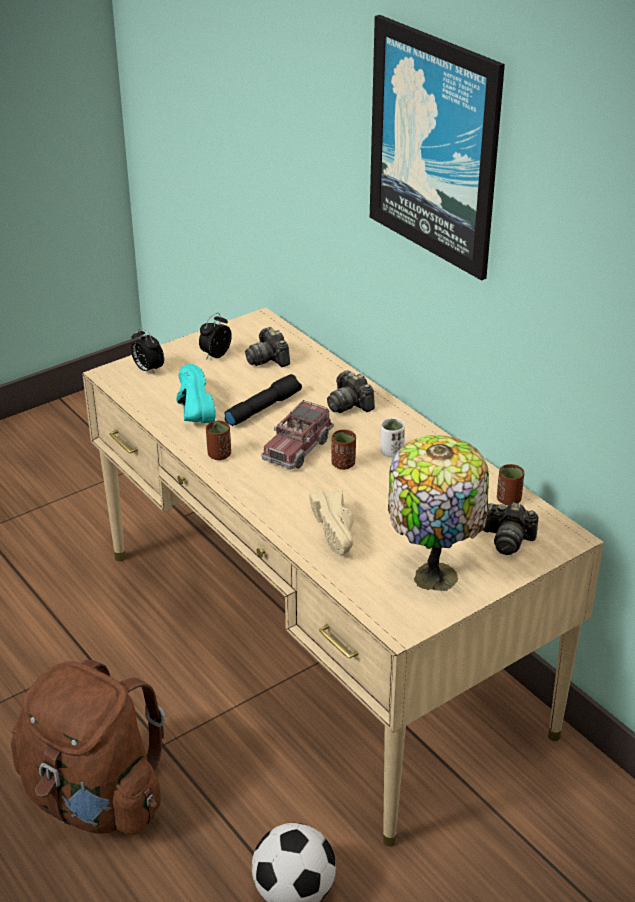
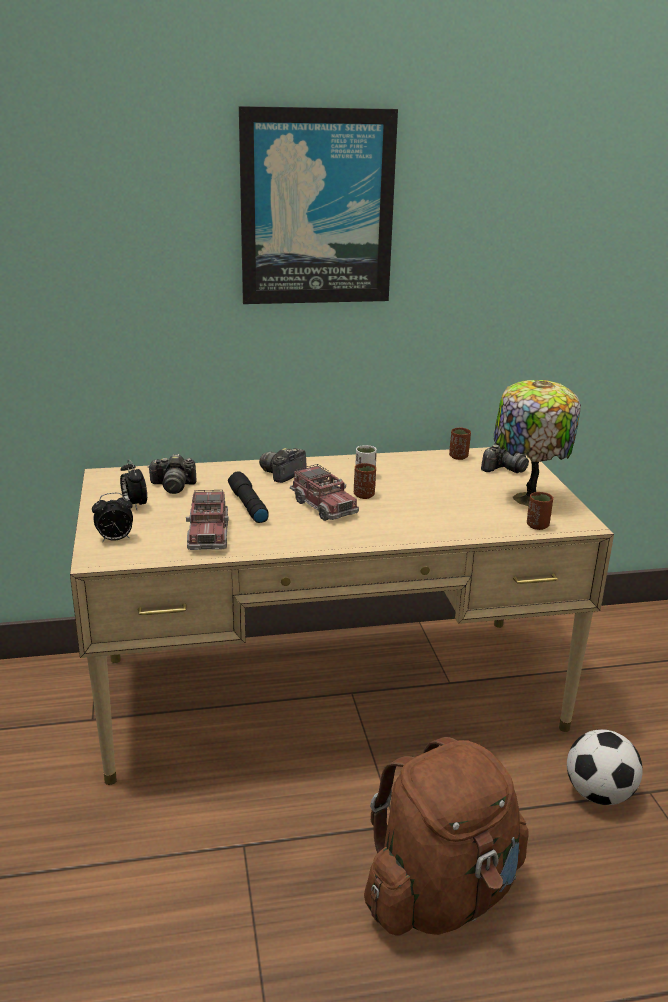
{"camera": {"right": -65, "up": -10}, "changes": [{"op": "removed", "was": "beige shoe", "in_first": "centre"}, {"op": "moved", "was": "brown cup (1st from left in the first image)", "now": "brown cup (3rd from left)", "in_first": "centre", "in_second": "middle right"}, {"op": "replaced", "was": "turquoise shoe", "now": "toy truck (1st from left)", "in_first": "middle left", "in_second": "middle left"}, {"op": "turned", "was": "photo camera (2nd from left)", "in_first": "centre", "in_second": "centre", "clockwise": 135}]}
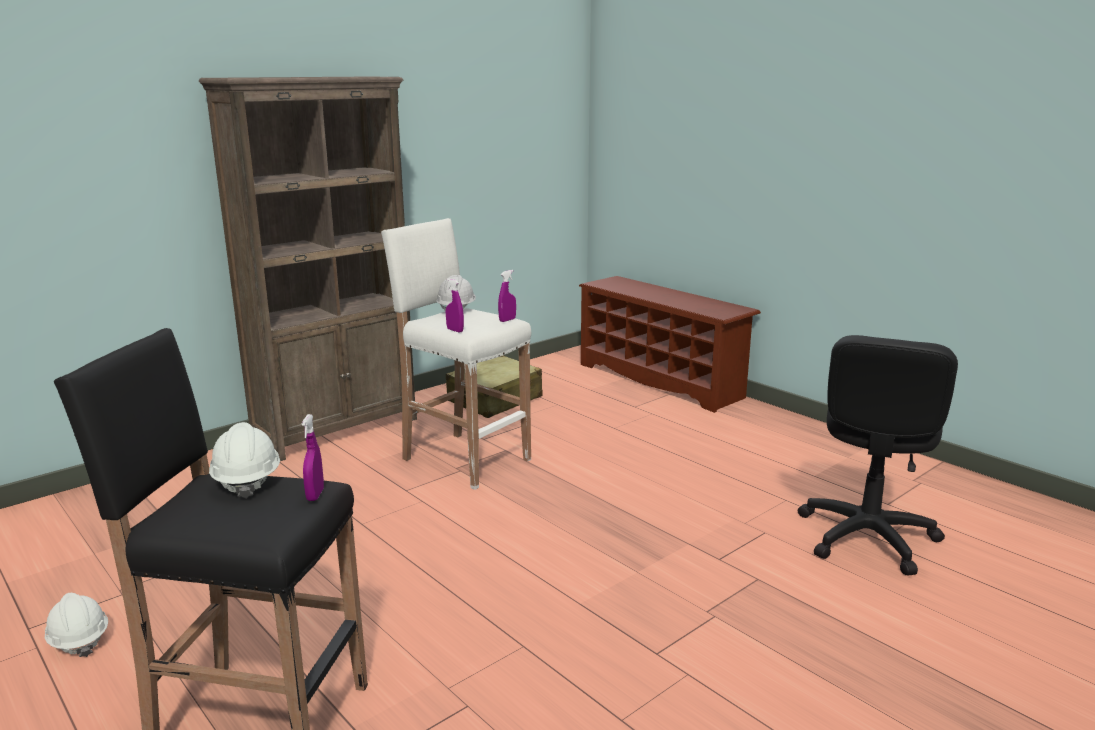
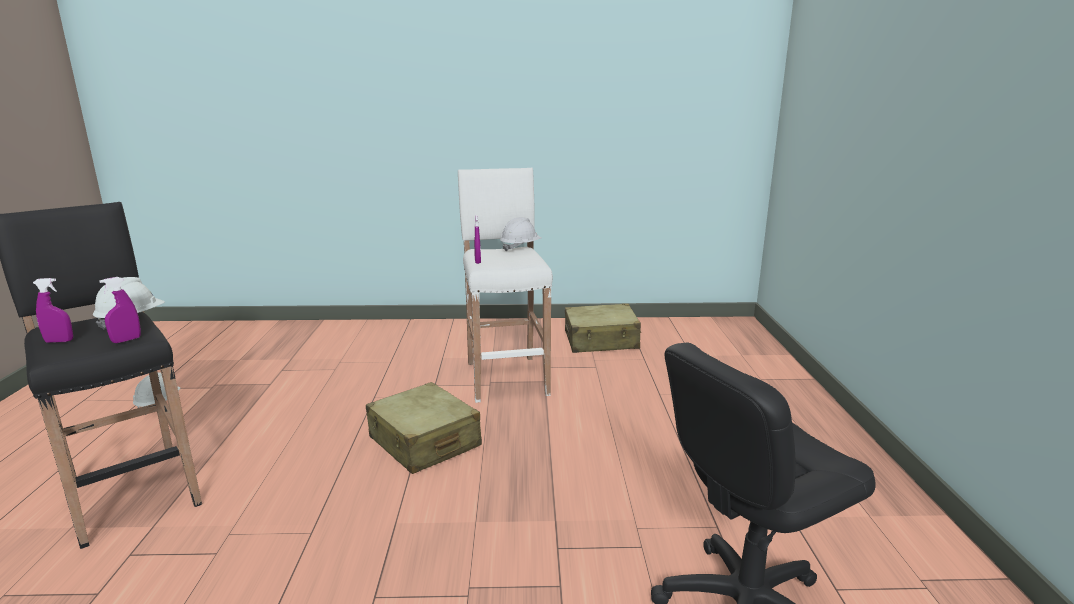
{"camera": {"right": 40, "up": 0}, "changes": [{"op": "removed", "was": "brown bookcase", "in_first": "middle left"}, {"op": "removed", "was": "brown shoe rack", "in_first": "centre"}, {"op": "added", "now": "beige suitcase (1st from left)", "in_second": "bottom centre"}, {"op": "moved", "was": "purple spray bottle (3rd from left in the first image)", "now": "purple spray bottle (1st from left)", "in_first": "centre", "in_second": "middle left"}]}
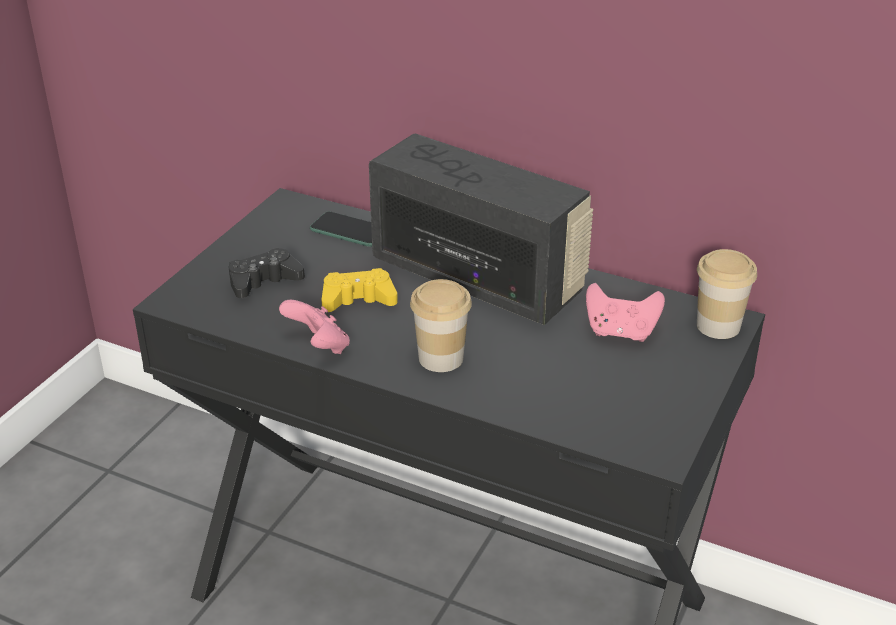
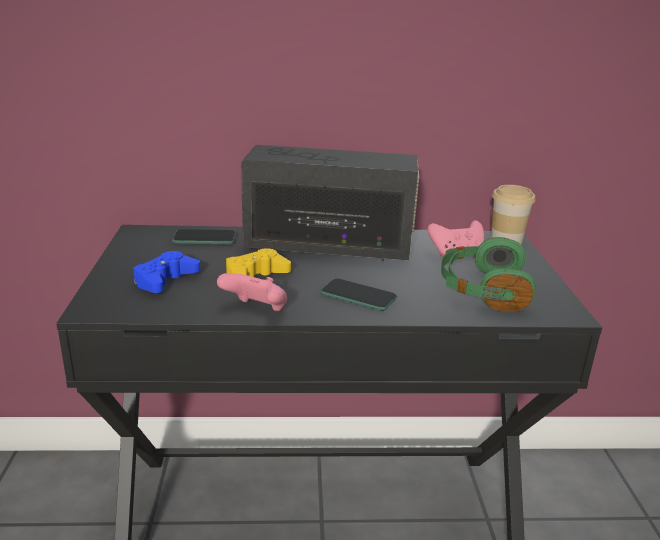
{"camera": {"right": -30, "up": -10}, "changes": [{"op": "added", "now": "green headphones", "in_second": "middle right"}, {"op": "replaced", "was": "cup (1st from left)", "now": "phone (2nd from left)", "in_first": "centre", "in_second": "centre"}, {"op": "recoloured", "was": "black game controller", "now": "blue game controller", "in_first": "middle left", "in_second": "middle left"}]}
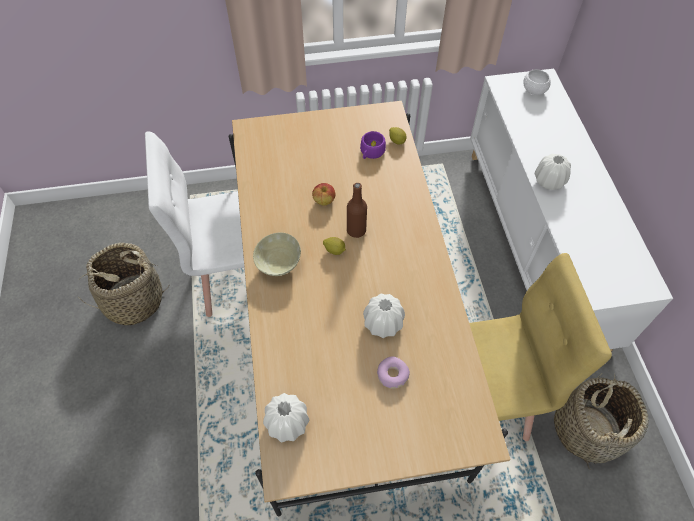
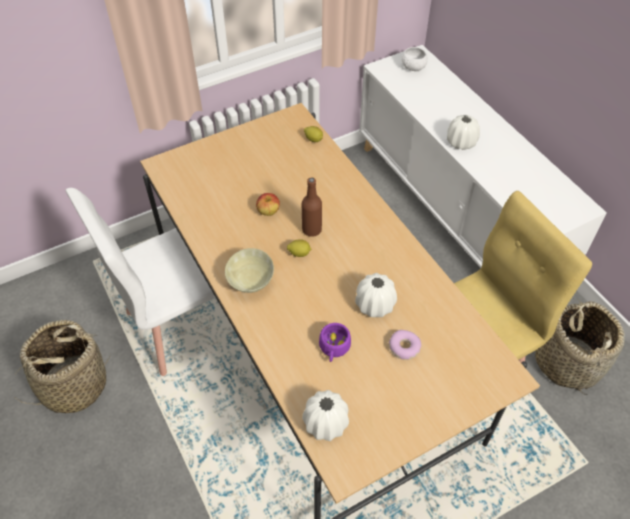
{"camera": {"right": -20, "up": -5}, "changes": [{"op": "moved", "was": "purple cup", "in_first": "top centre", "in_second": "centre"}]}
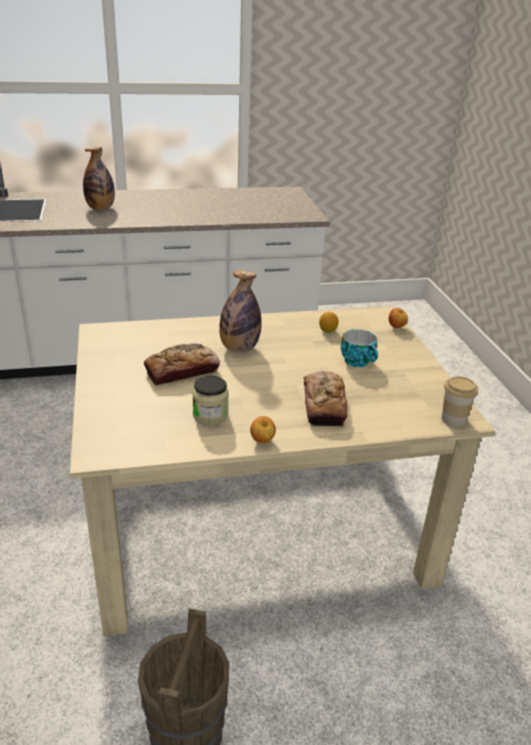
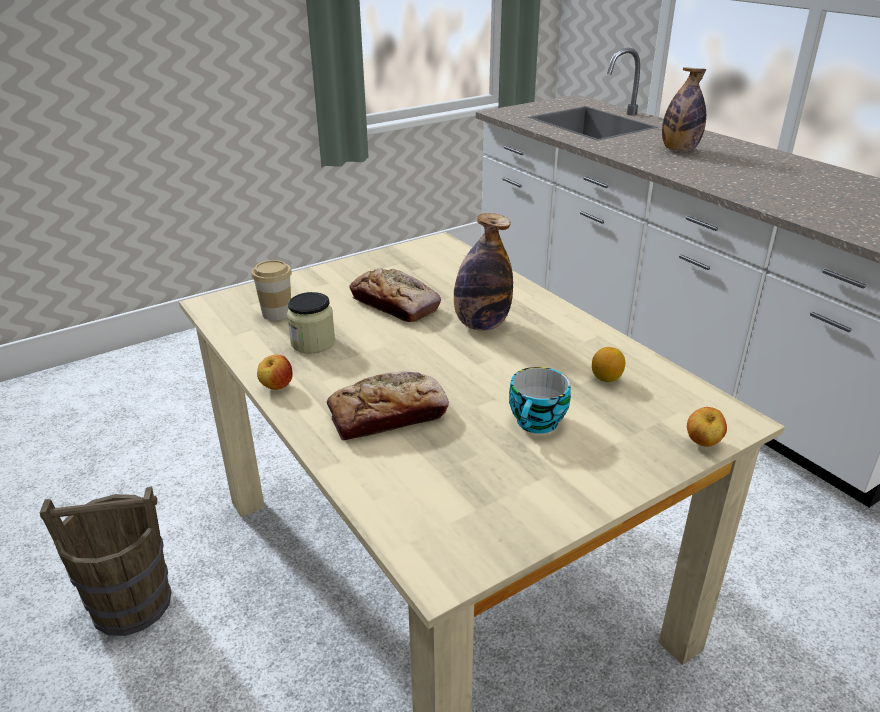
{"camera": {"right": 70, "up": 0}, "changes": [{"op": "moved", "was": "cup (2nd from left in the first image)", "now": "cup (1st from left)", "in_first": "middle right", "in_second": "middle left"}]}
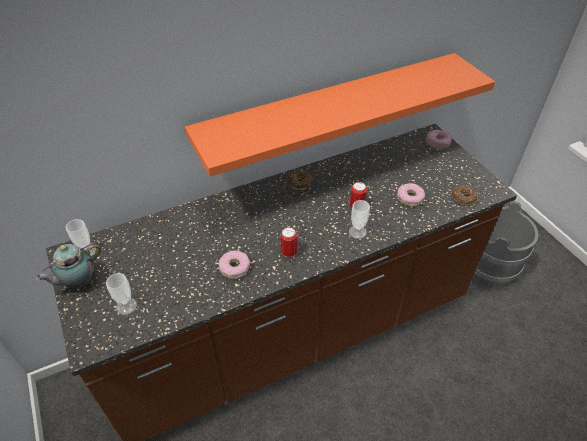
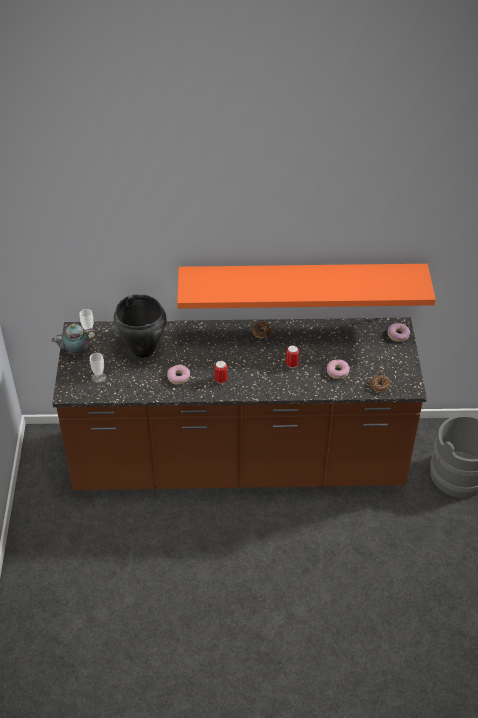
{"camera": {"right": 25, "up": 0}, "changes": [{"op": "removed", "was": "cup (3rd from left)", "in_first": "centre"}, {"op": "added", "now": "black cooking pot", "in_second": "middle left"}]}
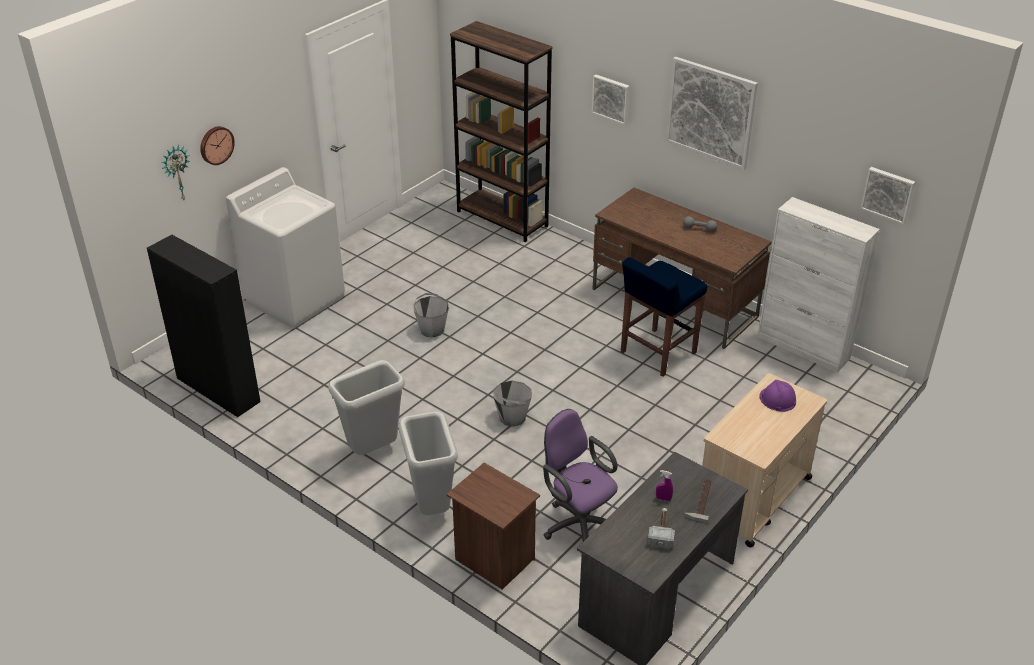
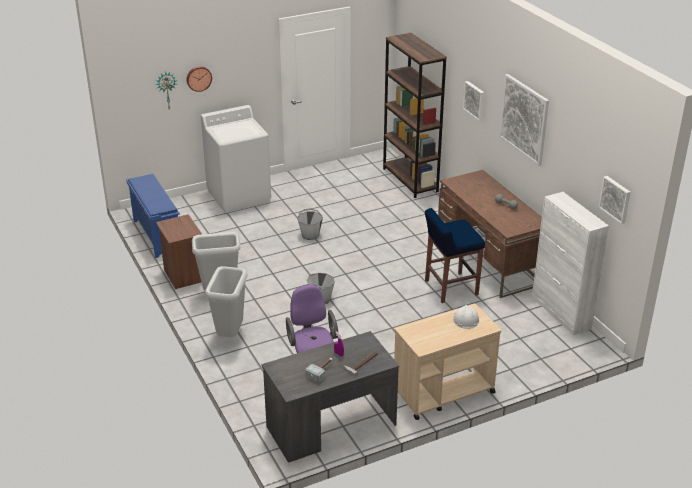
{"camera": {"right": 25, "up": -5}, "changes": [{"op": "moved", "was": "brown nightstand", "in_first": "bottom centre", "in_second": "middle left"}, {"op": "replaced", "was": "black cabinet", "now": "blue shoe rack", "in_first": "middle left", "in_second": "middle left"}, {"op": "recoloured", "was": "purple hard hat", "now": "white hard hat", "in_first": "middle right", "in_second": "middle right"}]}
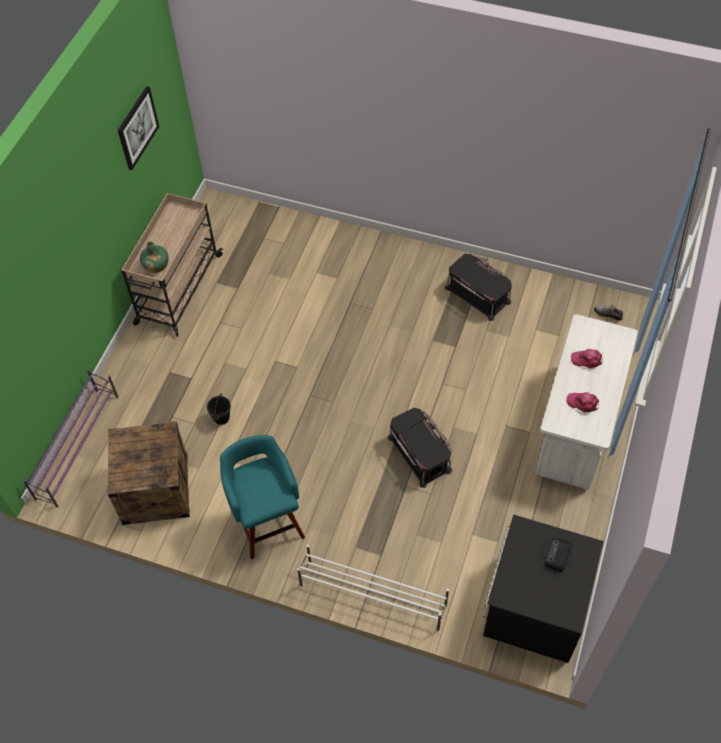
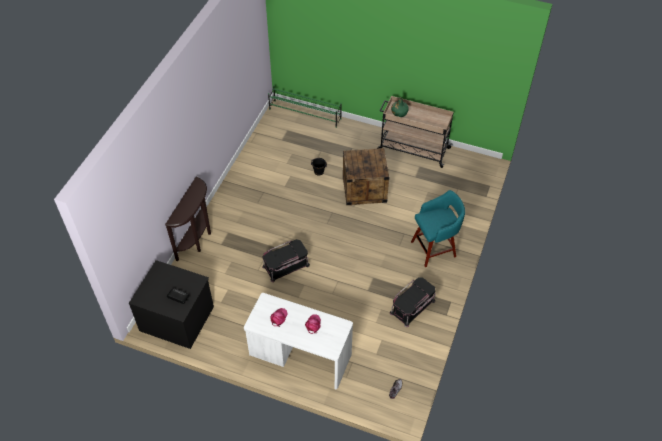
{"camera": {"right": 90, "up": -5}, "changes": [{"op": "removed", "was": "picture", "in_first": "top left"}, {"op": "moved", "was": "crate", "in_first": "middle left", "in_second": "centre"}, {"op": "moved", "was": "turquoise stool", "in_first": "bottom centre", "in_second": "centre"}, {"op": "replaced", "was": "white shoe rack", "now": "brown console table", "in_first": "bottom centre", "in_second": "middle left"}, {"op": "recoloured", "was": "purple shoe rack", "now": "green shoe rack", "in_first": "middle left", "in_second": "top centre"}]}
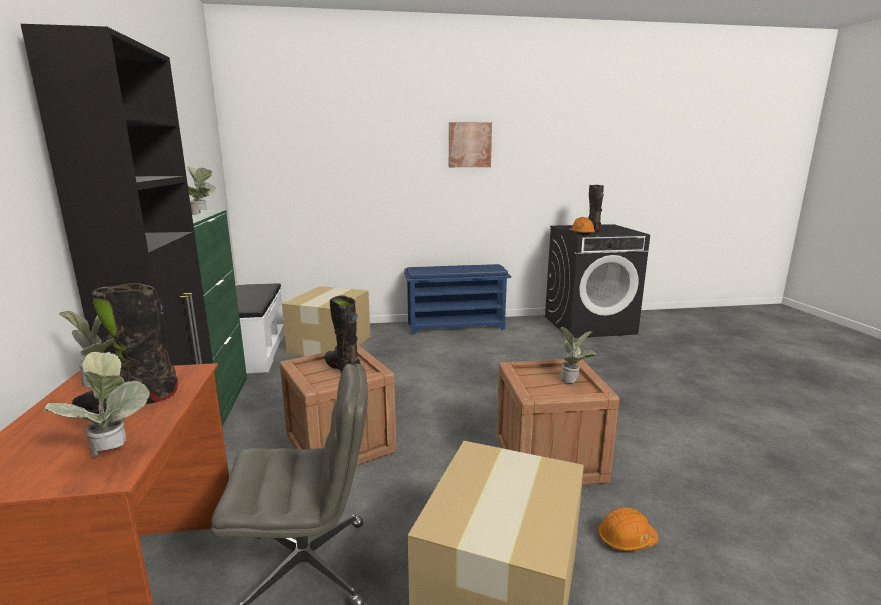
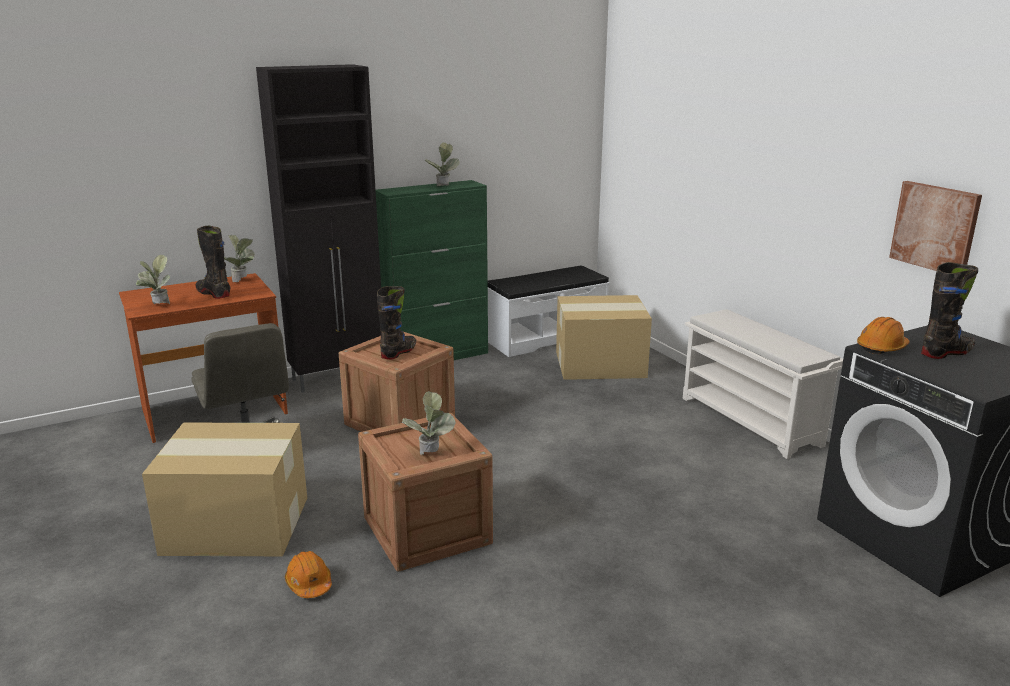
{"camera": {"right": 70, "up": 5}, "changes": [{"op": "moved", "was": "picture", "in_first": "top centre", "in_second": "top right"}, {"op": "recoloured", "was": "blue shoe rack", "now": "white shoe rack", "in_first": "centre", "in_second": "middle right"}]}
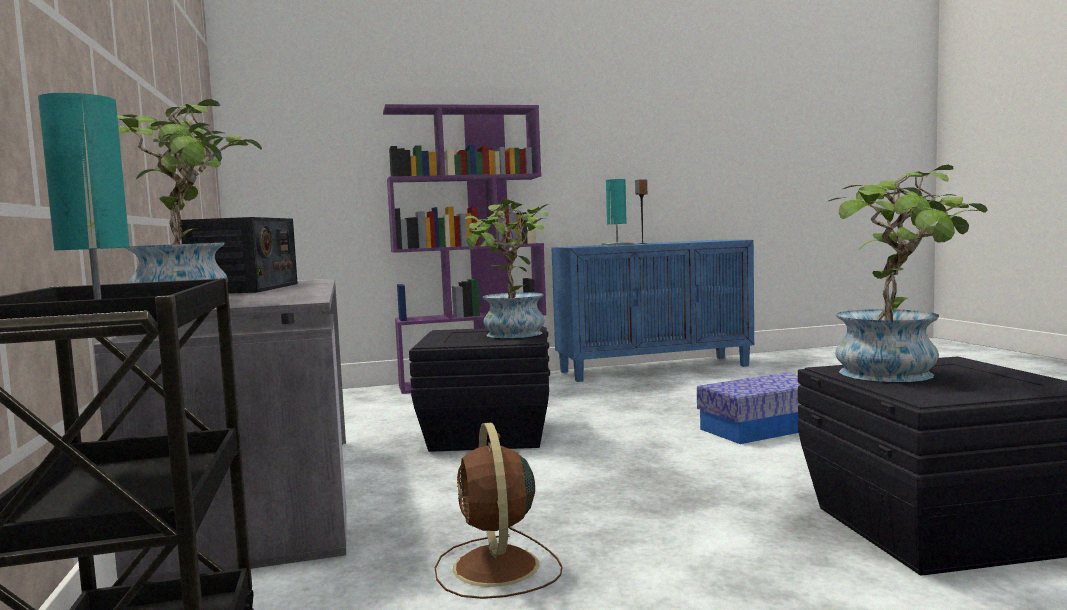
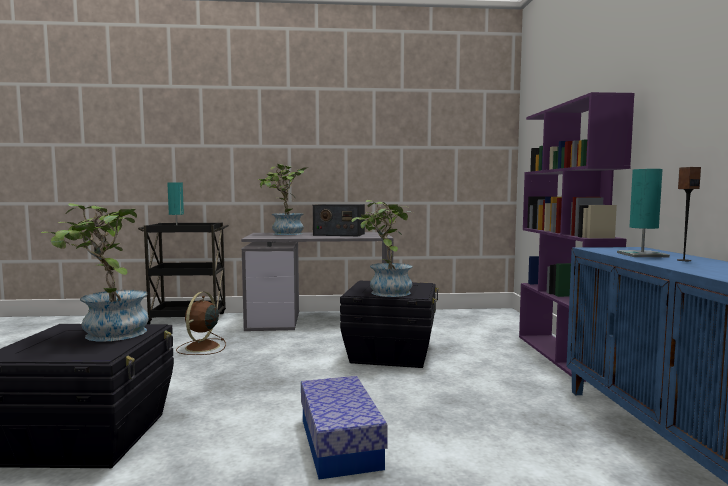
{"camera": {"right": 100, "up": 0}, "changes": [{"op": "turned", "was": "brown fan", "in_first": "bottom centre", "in_second": "middle left", "clockwise": -75}]}
